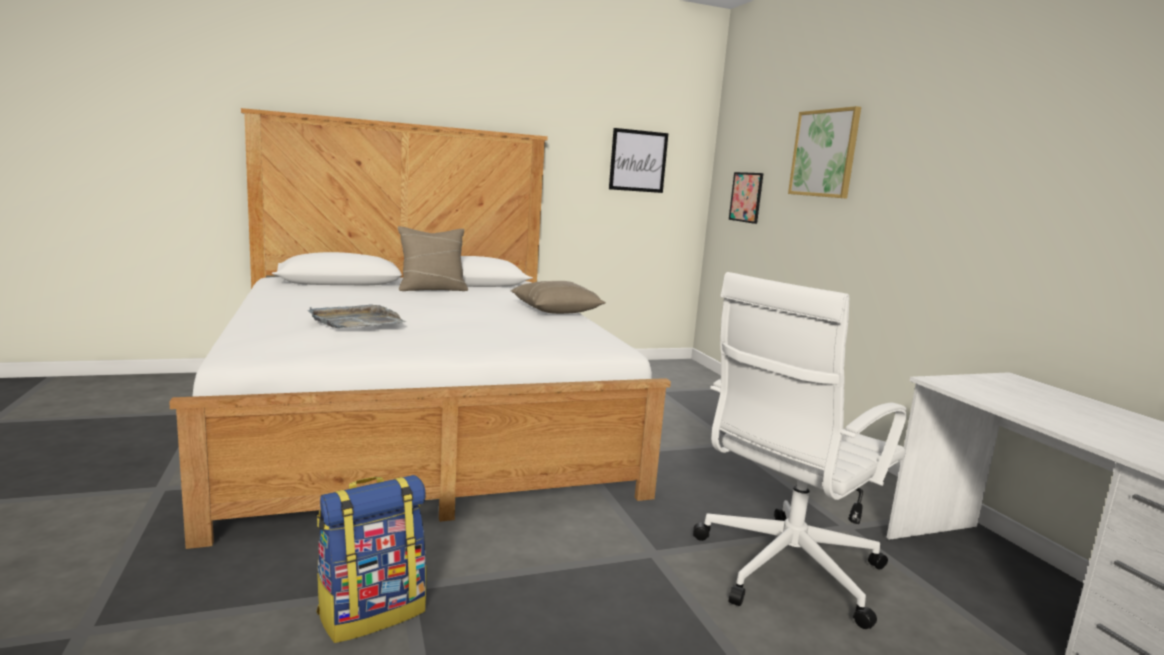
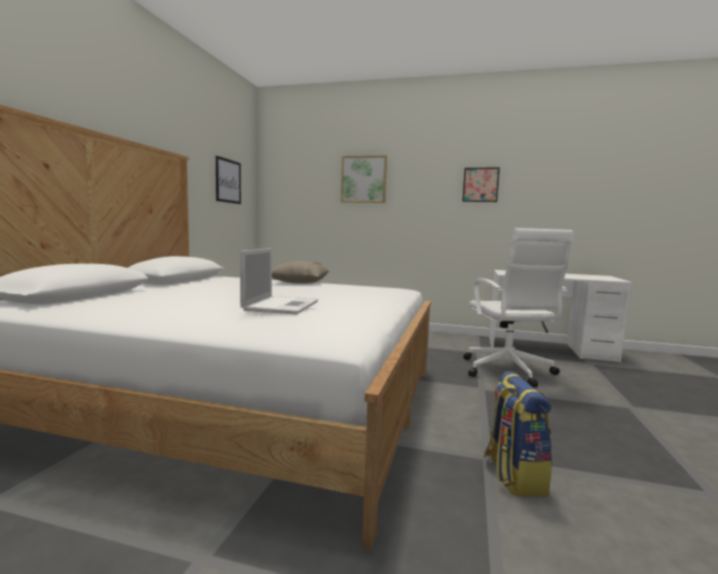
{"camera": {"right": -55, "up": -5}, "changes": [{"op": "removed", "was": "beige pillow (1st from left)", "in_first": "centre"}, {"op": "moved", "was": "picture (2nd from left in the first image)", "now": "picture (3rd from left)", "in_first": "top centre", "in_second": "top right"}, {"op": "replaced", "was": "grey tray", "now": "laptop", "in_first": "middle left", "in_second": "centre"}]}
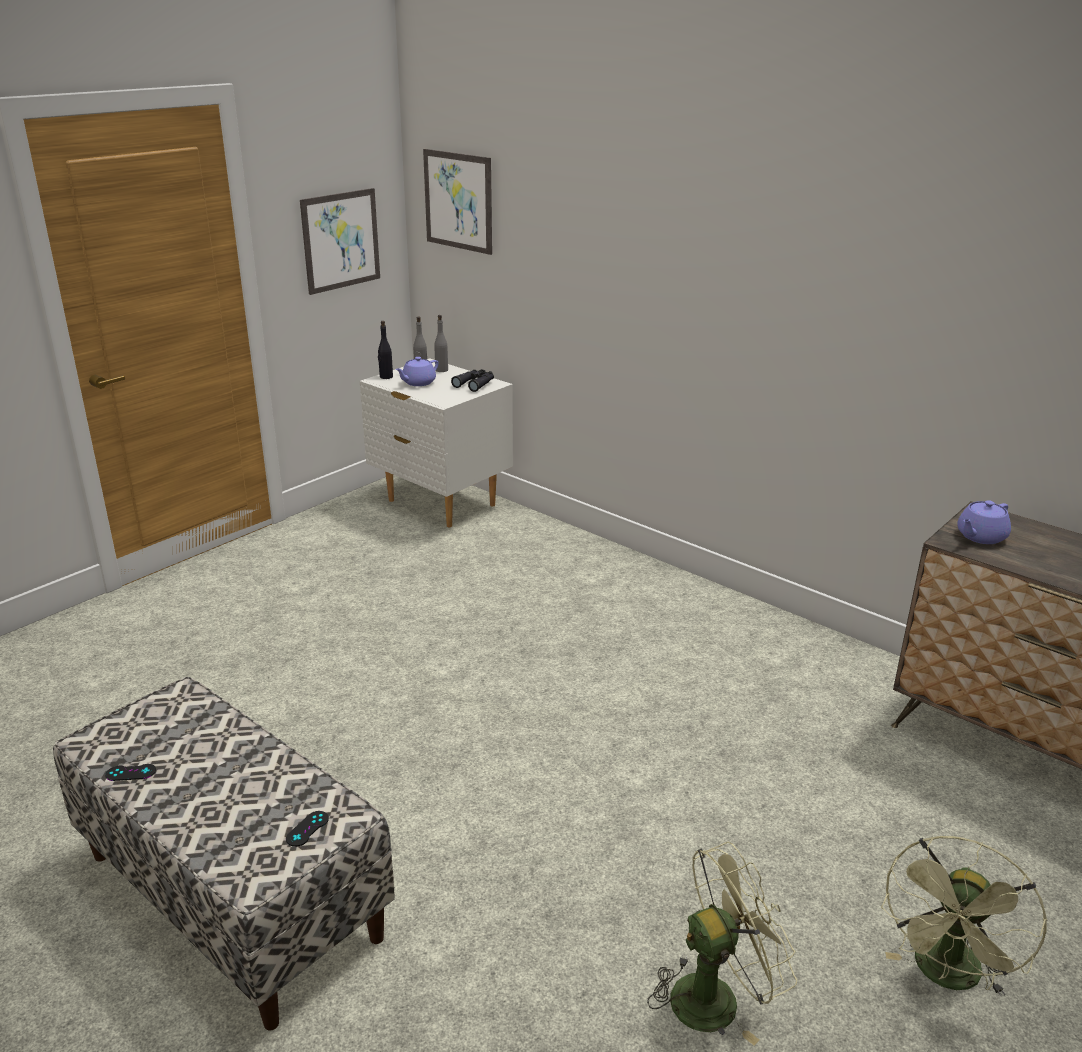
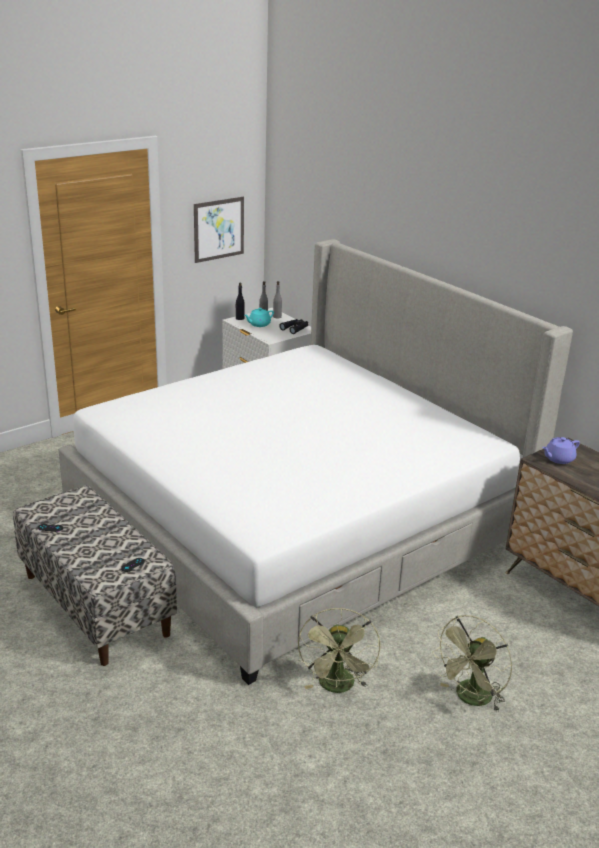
{"camera": {"right": 10, "up": 0}, "changes": [{"op": "removed", "was": "picture (2nd from left)", "in_first": "top centre"}, {"op": "added", "now": "bed", "in_second": "centre"}, {"op": "recoloured", "was": "purple teapot (1st from left)", "now": "turquoise teapot", "in_first": "centre", "in_second": "centre"}, {"op": "turned", "was": "green fan (1st from left)", "in_first": "bottom right", "in_second": "bottom centre", "clockwise": 105}]}
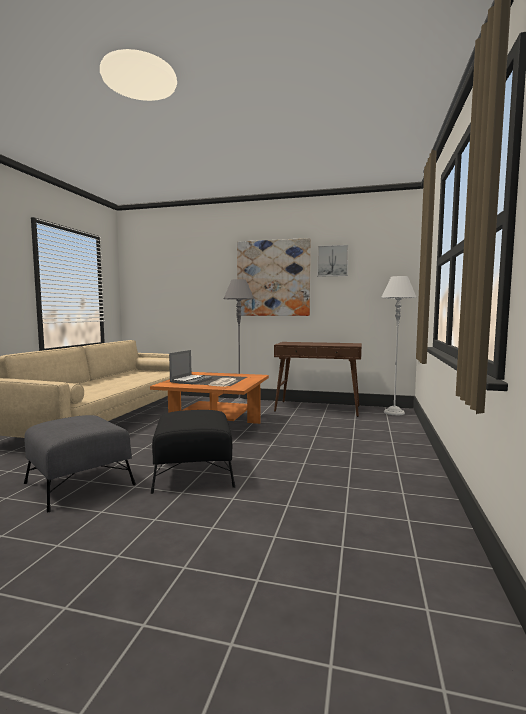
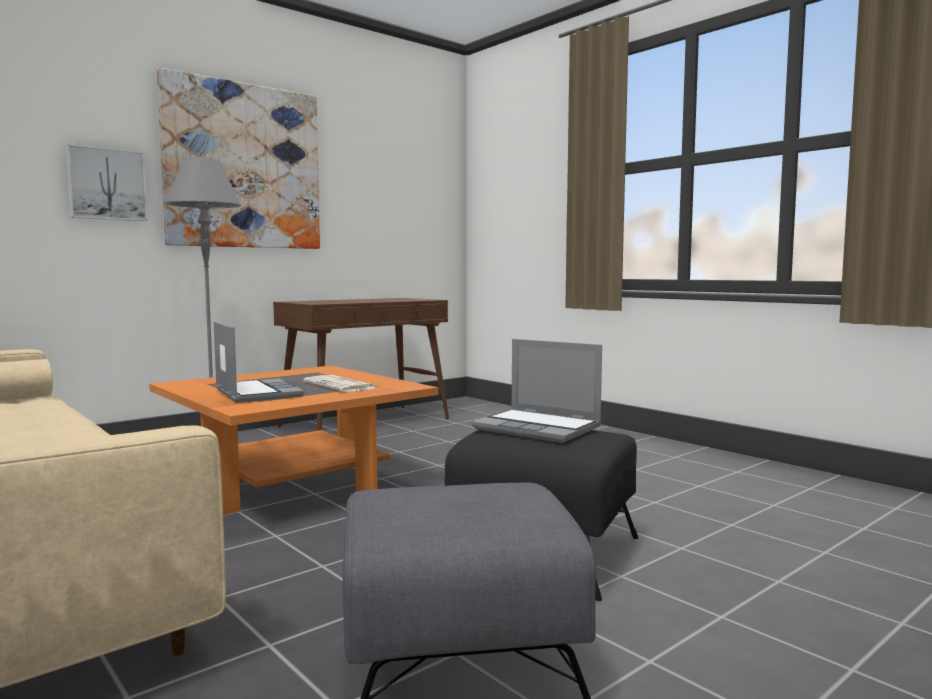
{"camera": {"right": -55, "up": 0}, "changes": [{"op": "removed", "was": "grey floor lamp (2nd from left)", "in_first": "middle right"}, {"op": "added", "now": "laptop (2nd from left)", "in_second": "centre"}, {"op": "moved", "was": "picture (2nd from left in the first image)", "now": "picture (1st from left)", "in_first": "centre", "in_second": "top left"}]}
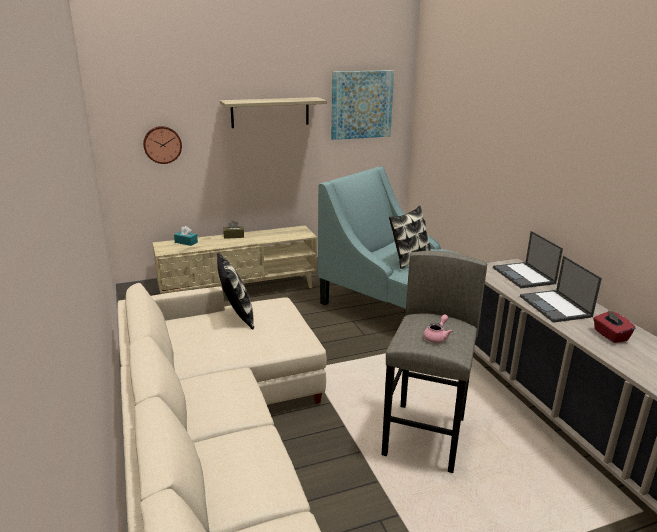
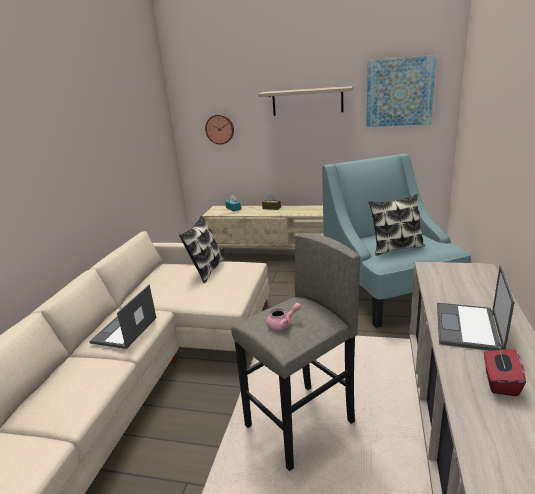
{"camera": {"right": 35, "up": 0}, "changes": [{"op": "moved", "was": "laptop (1st from left)", "in_first": "middle right", "in_second": "middle left"}]}
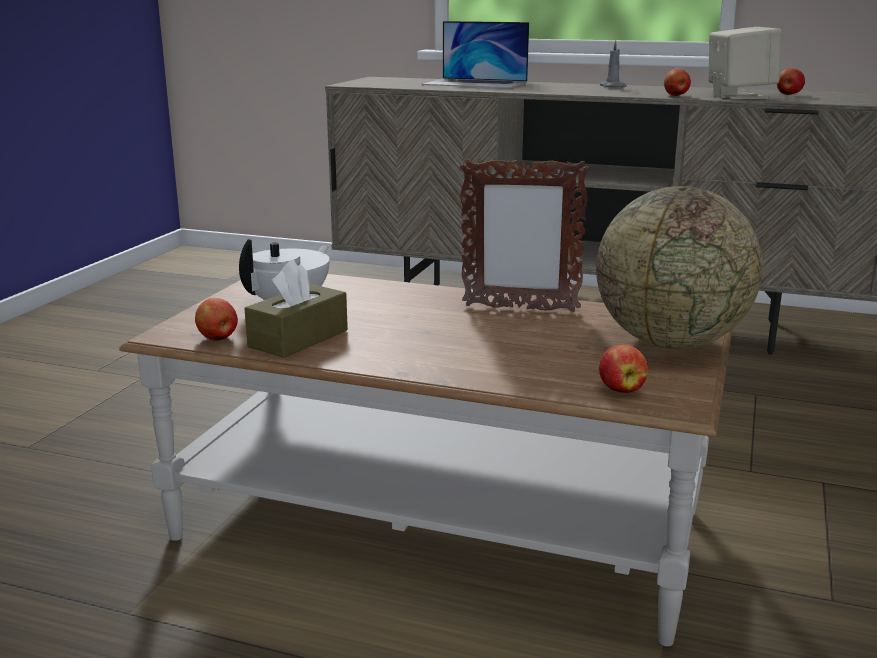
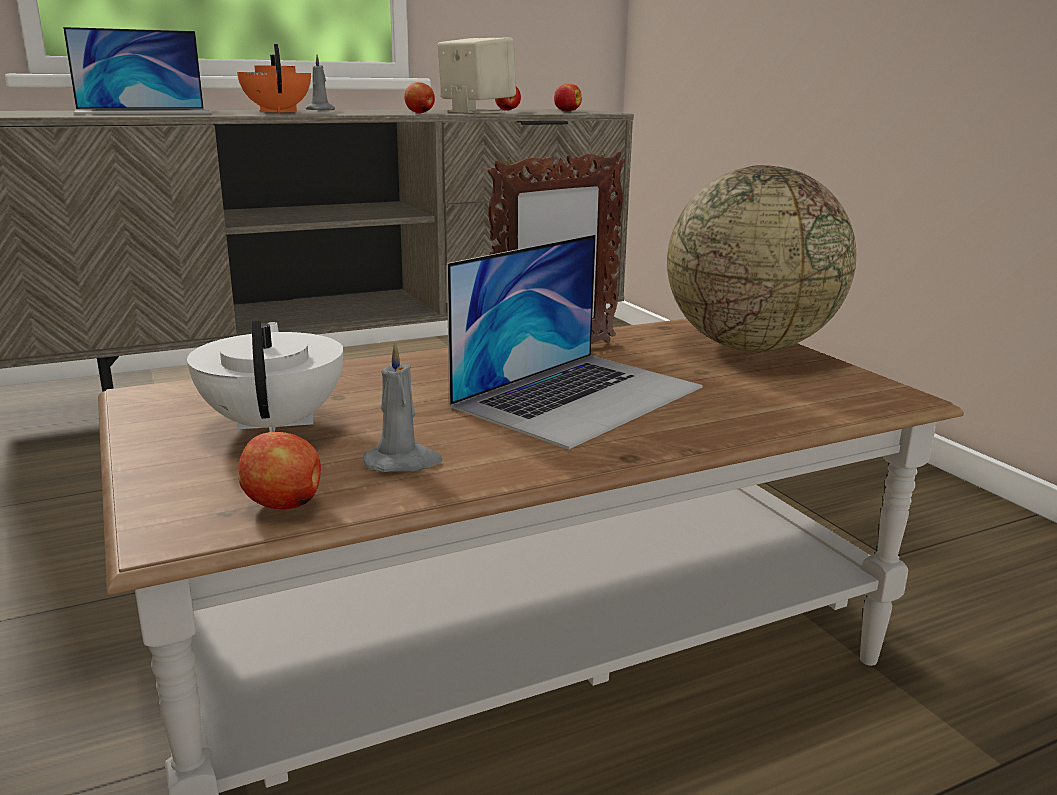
{"camera": {"right": -45, "up": 0}, "changes": [{"op": "added", "now": "orange teapot", "in_second": "top left"}, {"op": "added", "now": "laptop (2nd from left)", "in_second": "centre"}, {"op": "moved", "was": "apple (2nd from left in the first image)", "now": "apple (4th from left)", "in_first": "middle right", "in_second": "top centre"}, {"op": "replaced", "was": "brown tissue box", "now": "grey candle (2nd from left)", "in_first": "centre", "in_second": "centre"}]}
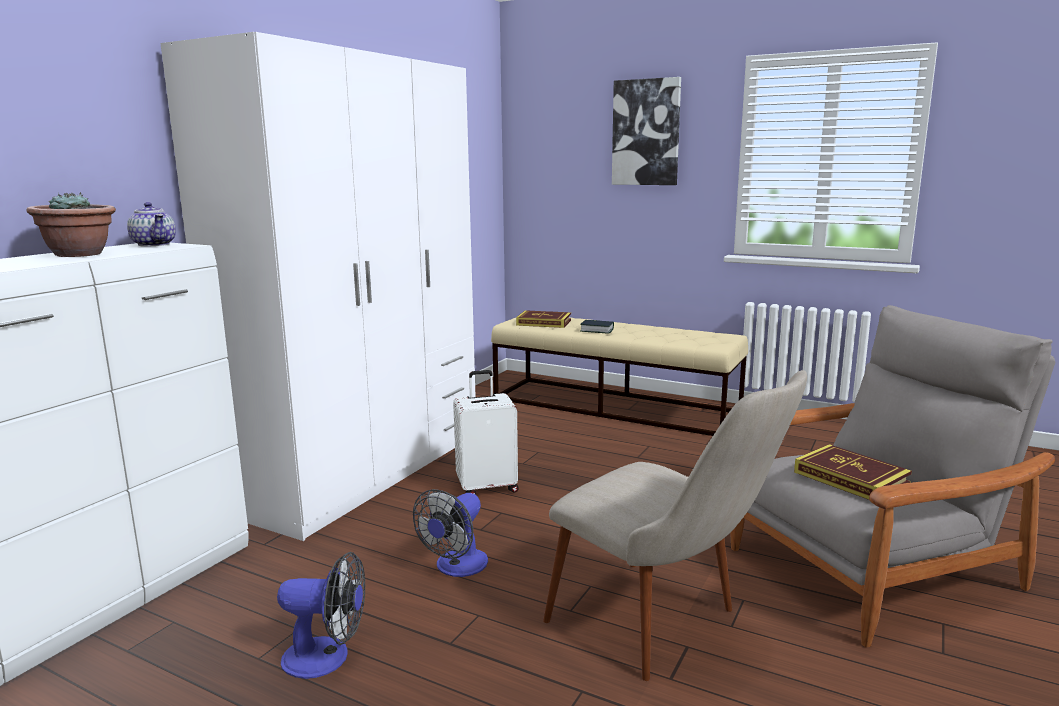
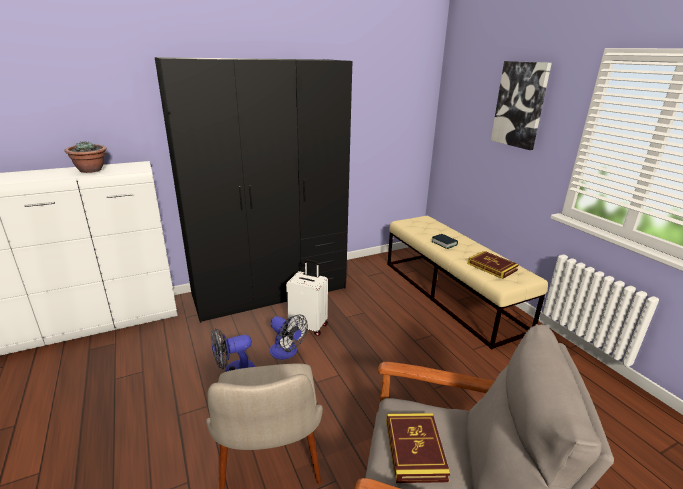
{"camera": {"right": 35, "up": 10}, "changes": [{"op": "removed", "was": "teapot", "in_first": "top left"}, {"op": "moved", "was": "fan (1st from left in the first image)", "now": "fan (2nd from left)", "in_first": "bottom left", "in_second": "bottom centre"}, {"op": "moved", "was": "book (1st from left in the first image)", "now": "book (3rd from left)", "in_first": "centre", "in_second": "middle right"}, {"op": "recoloured", "was": "white wardrobe", "now": "black wardrobe", "in_first": "middle left", "in_second": "centre"}]}
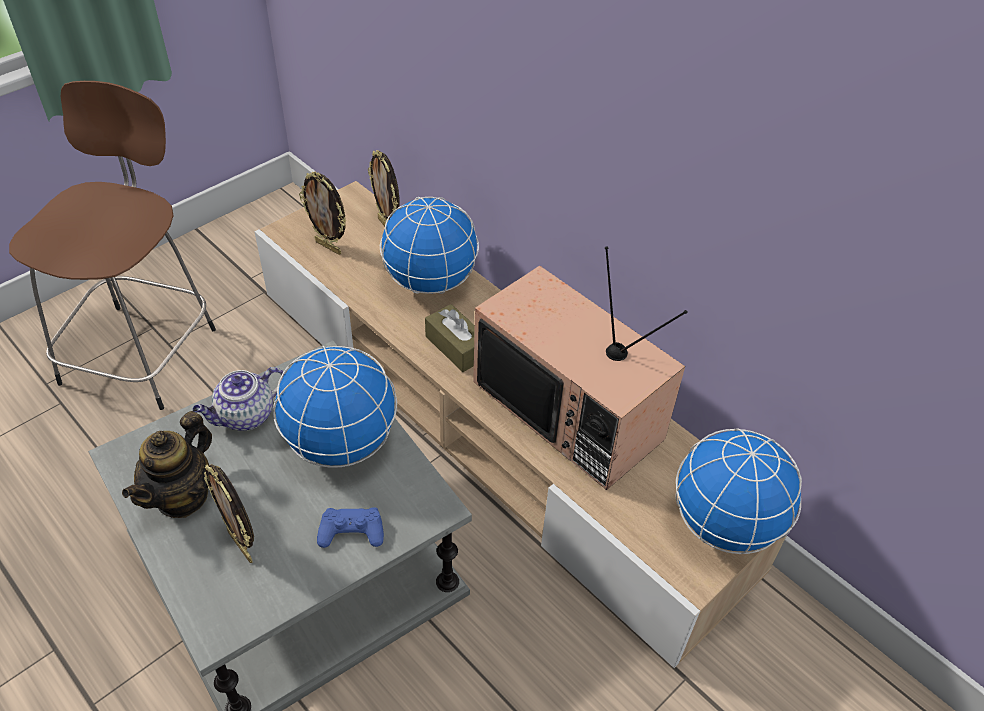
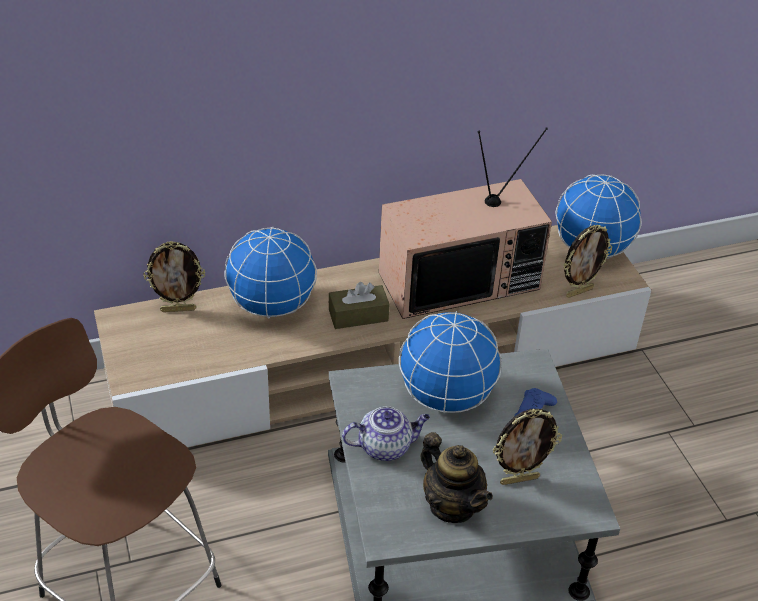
{"camera": {"right": -65, "up": -5}, "changes": [{"op": "moved", "was": "picture frame (2nd from left in the first image)", "now": "picture frame (3rd from left)", "in_first": "top left", "in_second": "middle right"}, {"op": "turned", "was": "teapot (2nd from left in the first image)", "in_first": "middle left", "in_second": "bottom centre", "clockwise": -90}]}
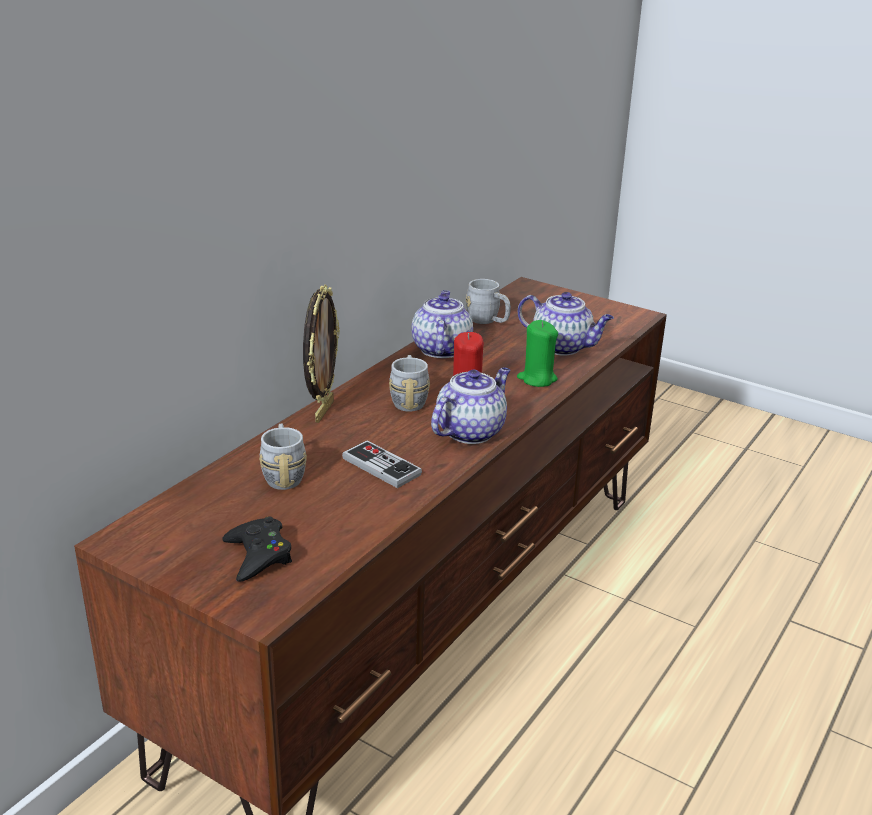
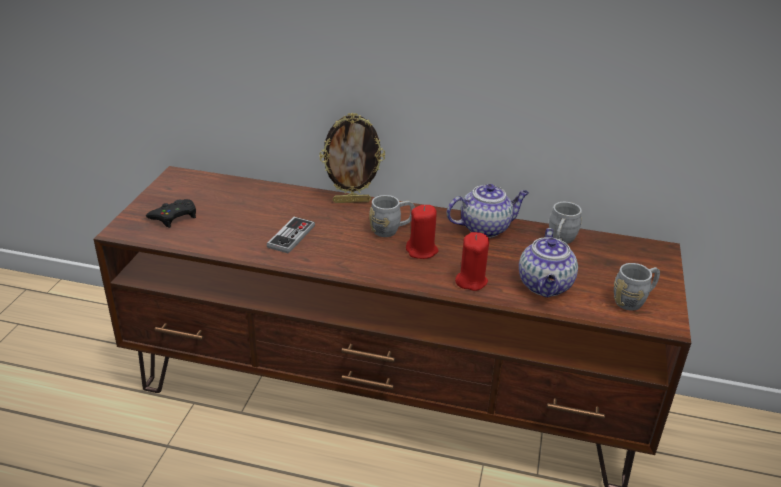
{"camera": {"right": 70, "up": 5}, "changes": [{"op": "removed", "was": "teapot (2nd from left)", "in_first": "centre"}, {"op": "moved", "was": "grey mug (1st from left in the first image)", "now": "grey mug (3rd from left)", "in_first": "middle left", "in_second": "middle right"}, {"op": "recoloured", "was": "green candle", "now": "red candle (2nd from left)", "in_first": "centre", "in_second": "centre"}]}
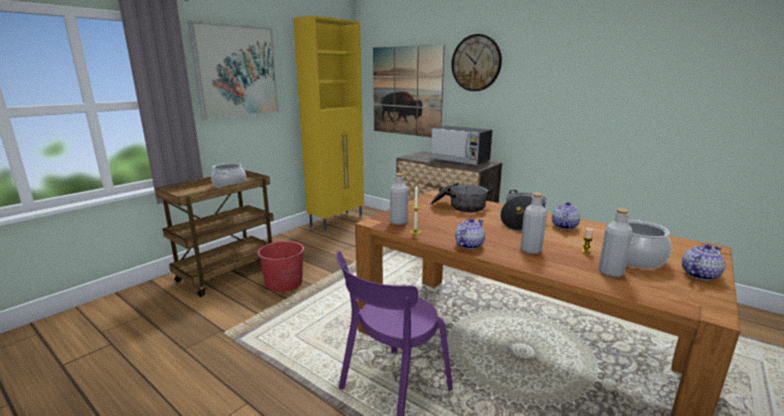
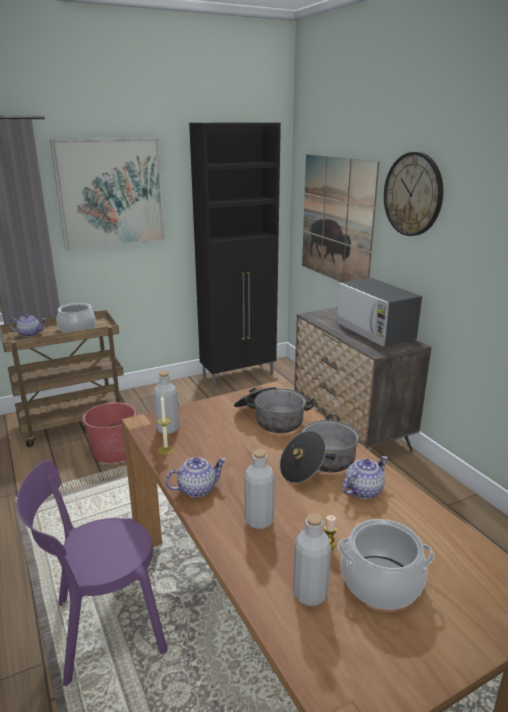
{"camera": {"right": 25, "up": 5}, "changes": [{"op": "moved", "was": "teapot (3rd from left in the first image)", "now": "teapot (1st from left)", "in_first": "middle right", "in_second": "middle left"}, {"op": "recoloured", "was": "yellow cabinet", "now": "black cabinet", "in_first": "top centre", "in_second": "centre"}]}
